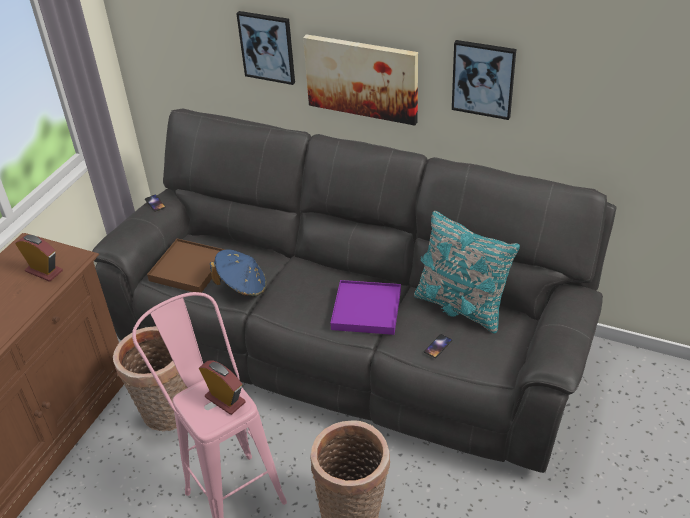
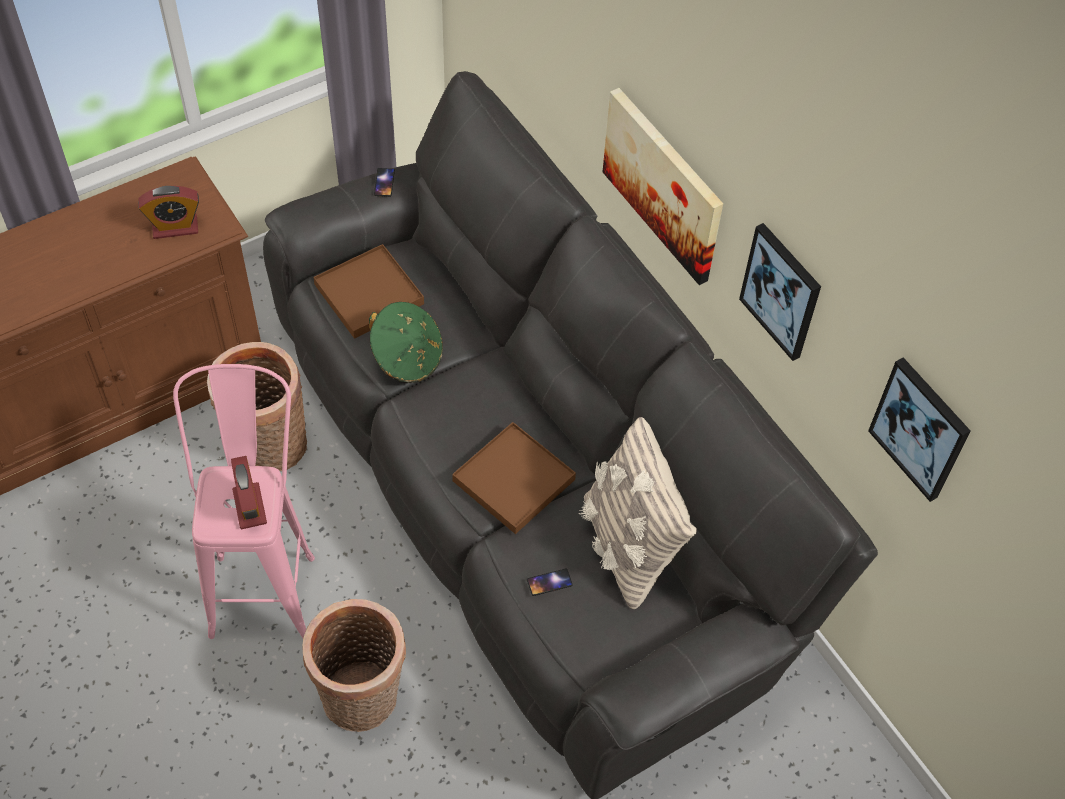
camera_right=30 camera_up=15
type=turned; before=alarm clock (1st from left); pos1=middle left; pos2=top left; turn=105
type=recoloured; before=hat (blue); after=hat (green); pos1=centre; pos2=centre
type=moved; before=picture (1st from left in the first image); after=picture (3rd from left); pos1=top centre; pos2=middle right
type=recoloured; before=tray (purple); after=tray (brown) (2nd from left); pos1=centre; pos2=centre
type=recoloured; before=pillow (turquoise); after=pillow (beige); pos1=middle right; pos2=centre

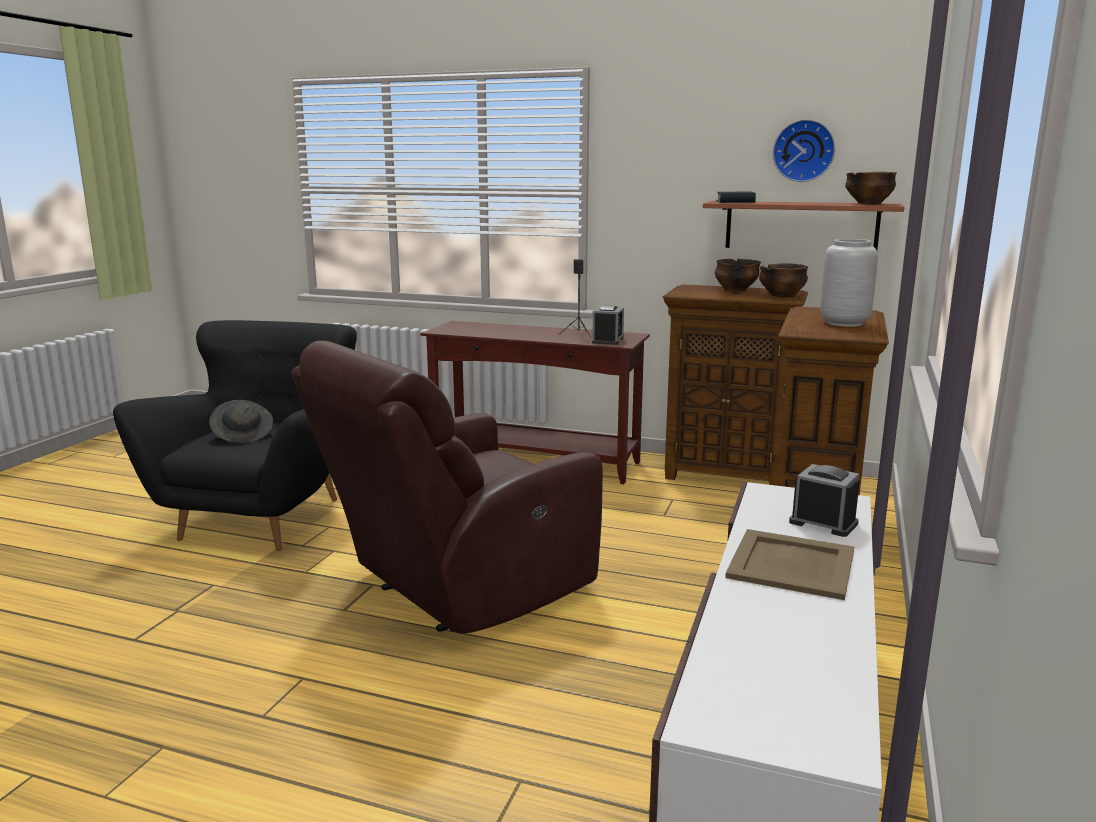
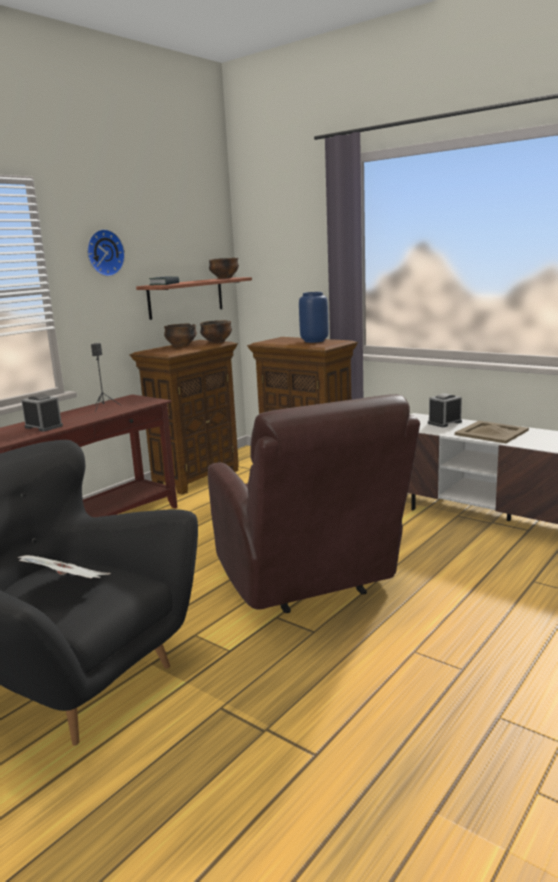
camera_right=-70 camera_up=0
type=replaced; before=hat (grey); after=newspaper; pos1=middle left; pos2=middle left
type=moved; before=alarm clock (1st from left); pos1=centre; pos2=middle left
type=moved; before=wall clock; pos1=top right; pos2=top left
type=recoloured; before=vase (grey); after=vase (blue); pos1=middle right; pos2=centre

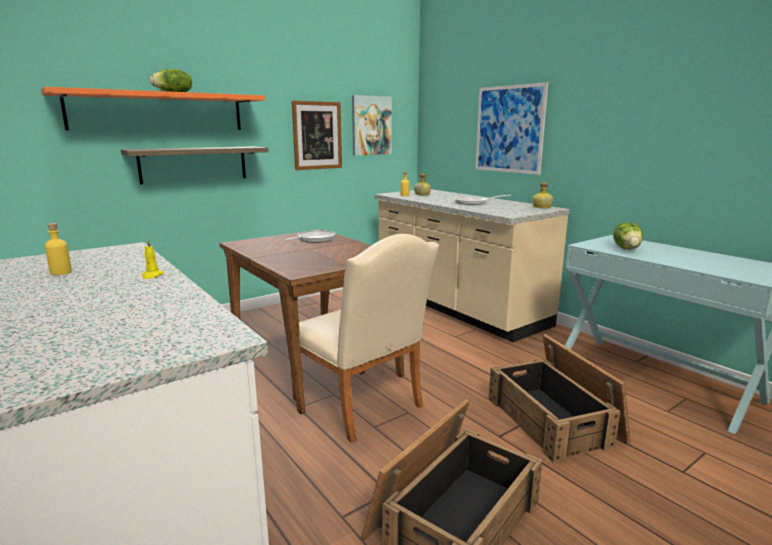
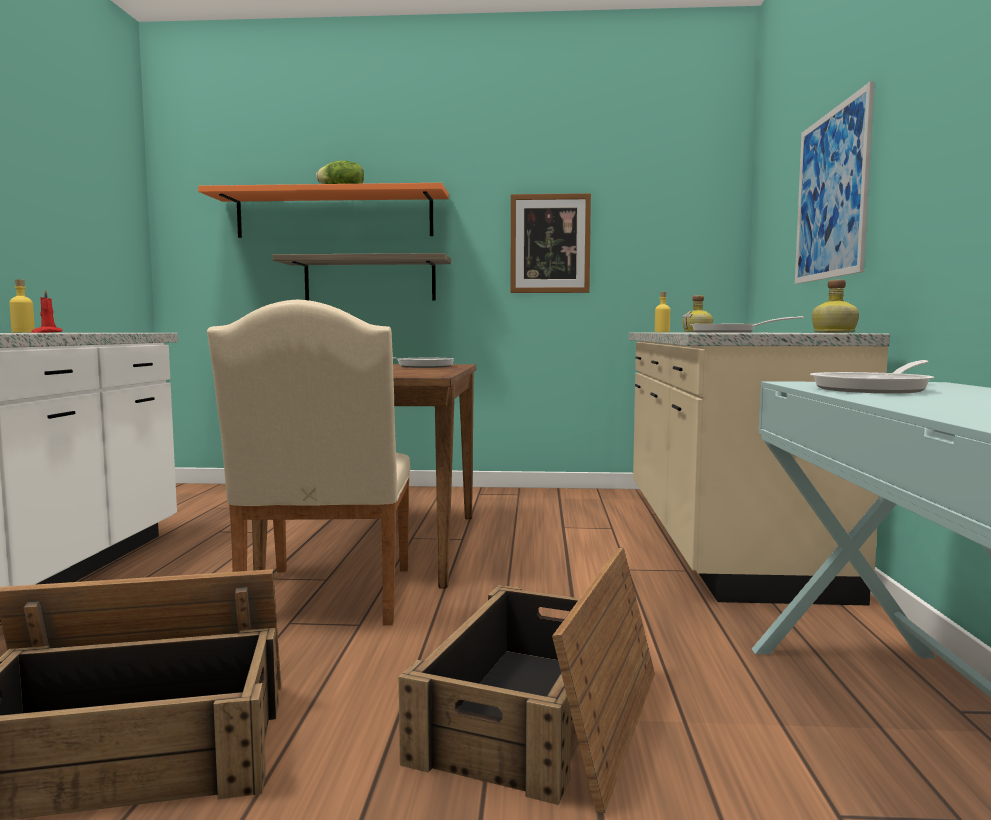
camera_right=40 camera_up=-10
type=recoloured; before=candle (yellow); after=candle (red); pos1=middle left; pos2=middle left
type=removed; before=picture (2nd from left); pos1=top centre
type=replaced; before=lettuce (2nd from left); after=frying pan (3rd from left); pos1=middle right; pos2=middle right

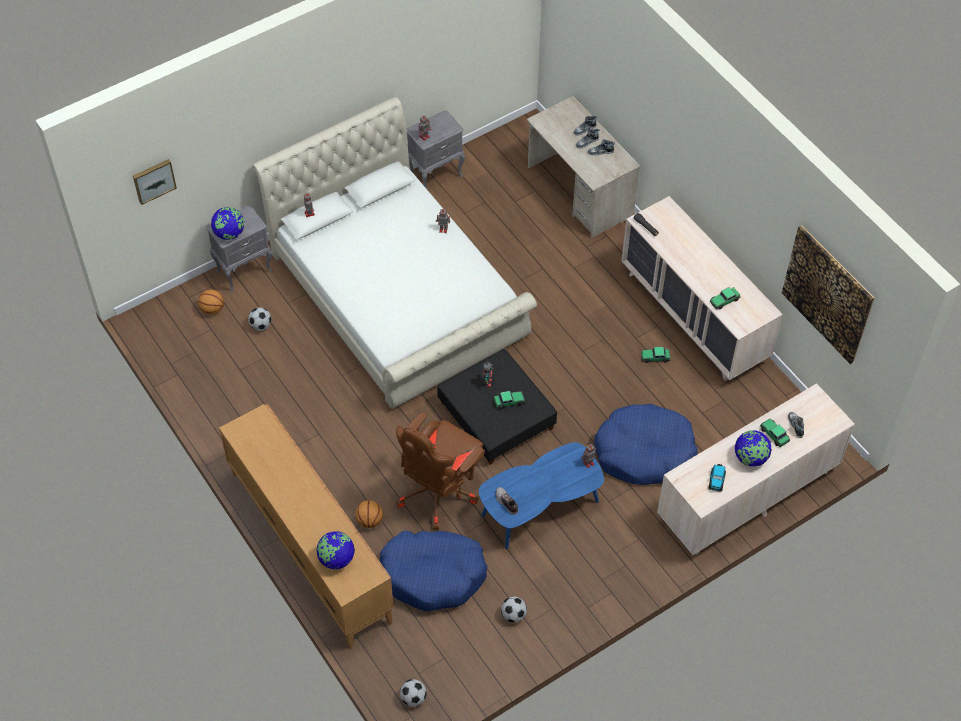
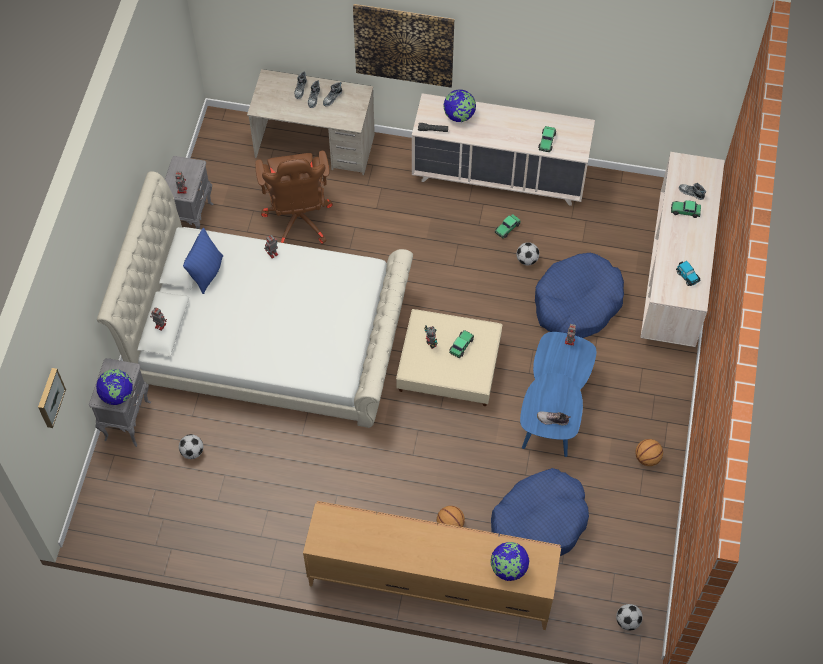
camera_right=-45 camera_up=5
type=moved; before=basketball (1st from left in the first image); after=basketball (2nd from left); pos1=middle left; pos2=bottom right
type=moved; before=office chair (brown); pos1=centre; pos2=top centre
type=recoloured; before=ottoman (black); after=ottoman (beige); pos1=centre; pos2=centre
type=moved; before=football (3rd from left in the first image); after=football (2nd from left); pos1=bottom centre; pos2=centre
type=moved; before=globe (3rd from left in the first image); after=globe (2nd from left); pos1=middle right; pos2=top centre
type=moved; before=picture (2nd from left); pos1=middle right; pos2=top centre
type=added; after=pillow (blue); pos2=middle left

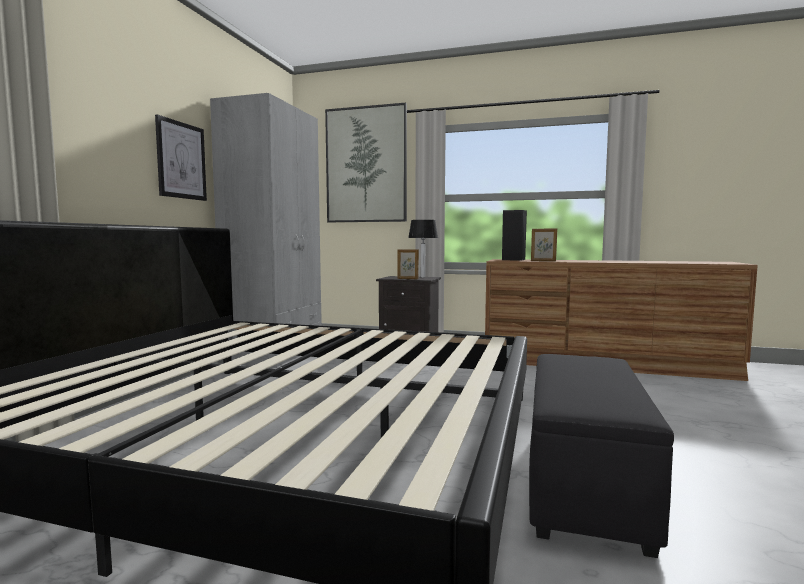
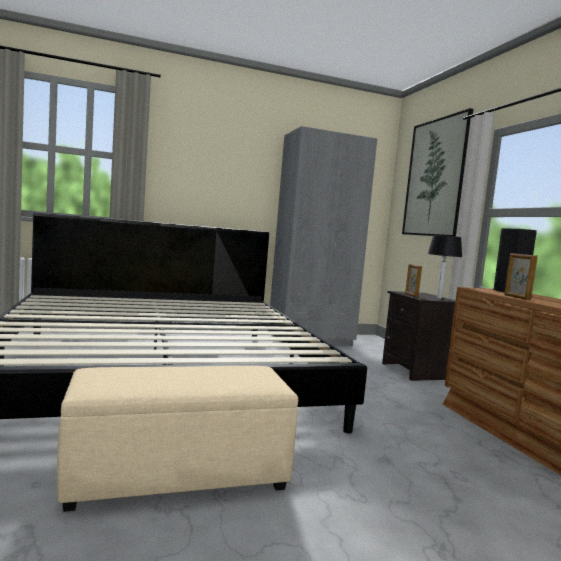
camera_right=55 camera_up=0
type=removed; before=picture (1st from left); pos1=top left
type=recoloured; before=ottoman (black); after=ottoman (beige); pos1=bottom right; pos2=bottom left

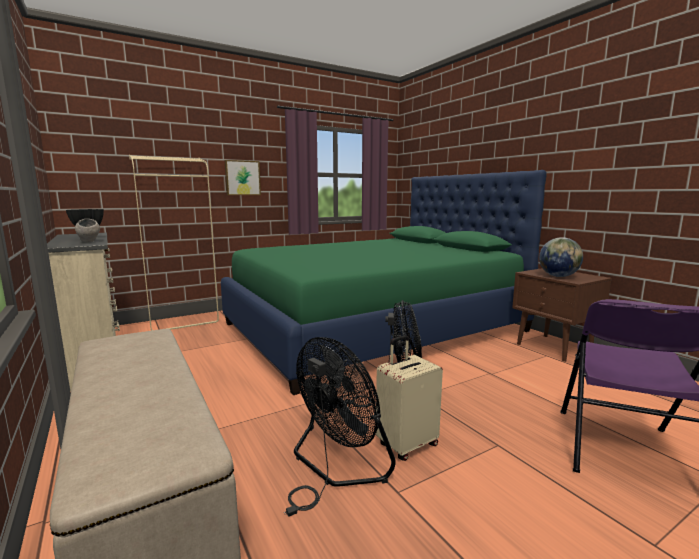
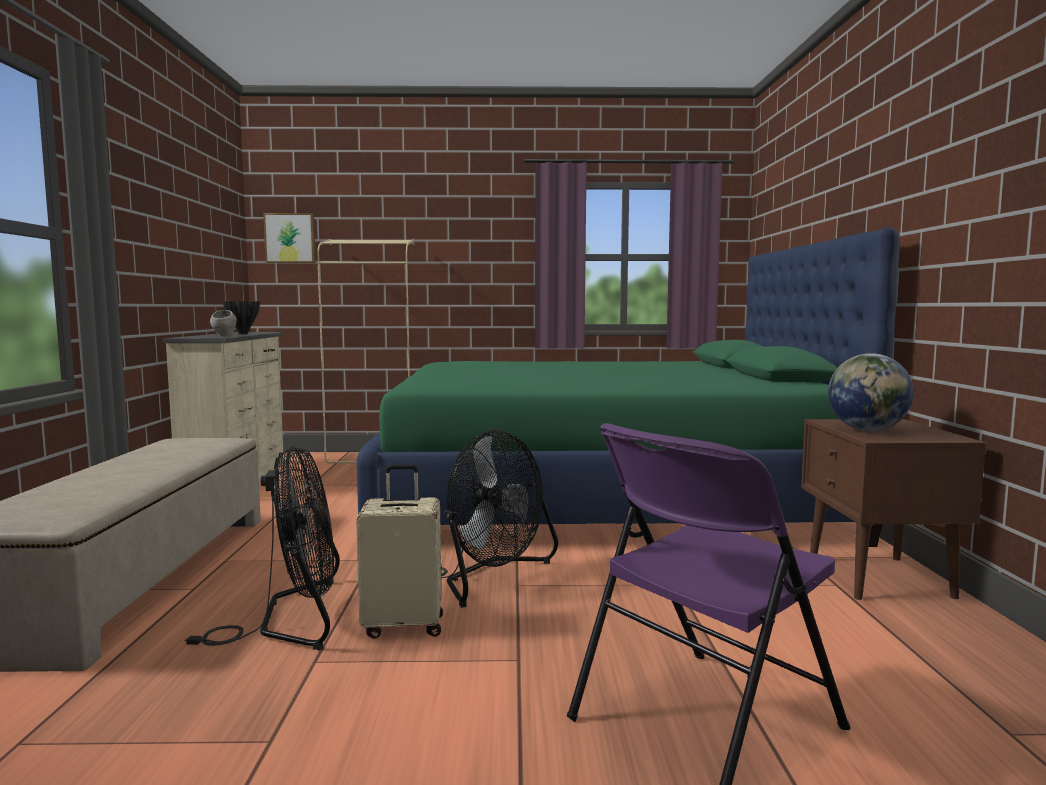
camera_right=30 camera_up=-5
type=moved; before=picture; pos1=top centre; pos2=top left

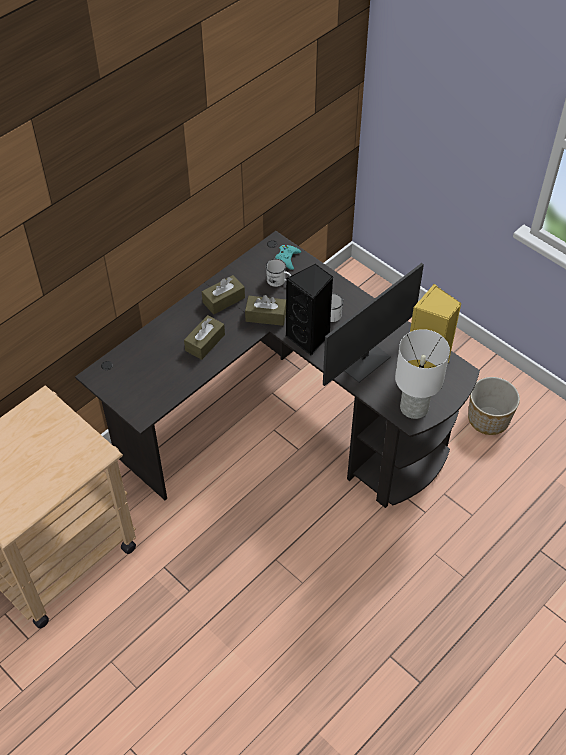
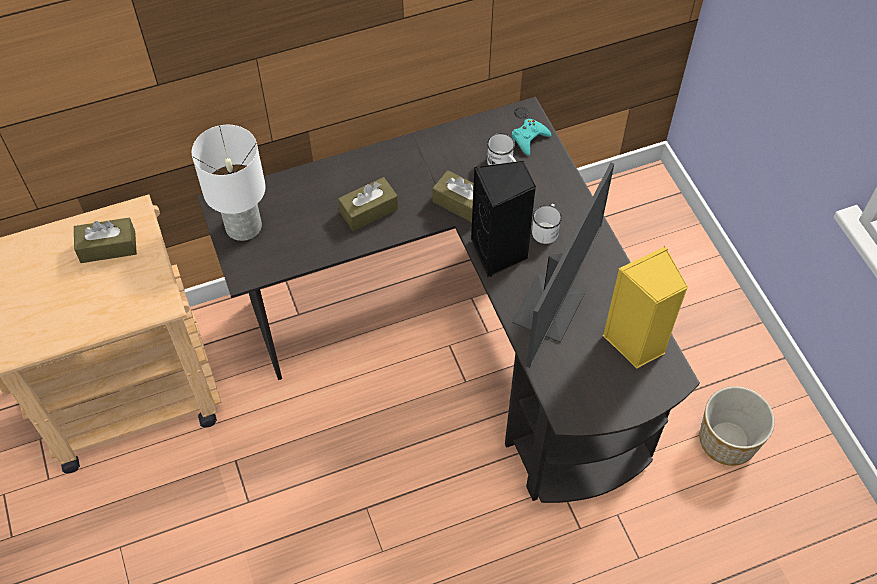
camera_right=25 camera_up=5
type=moved; before=tissue box (brown) (2nd from left in the first image); after=tissue box (brown) (1st from left); pos1=centre; pos2=middle left
type=turned; before=monitor; pos1=centre; pos2=centre; turn=-45
type=moved; before=table lamp (white); pos1=middle right; pos2=top left

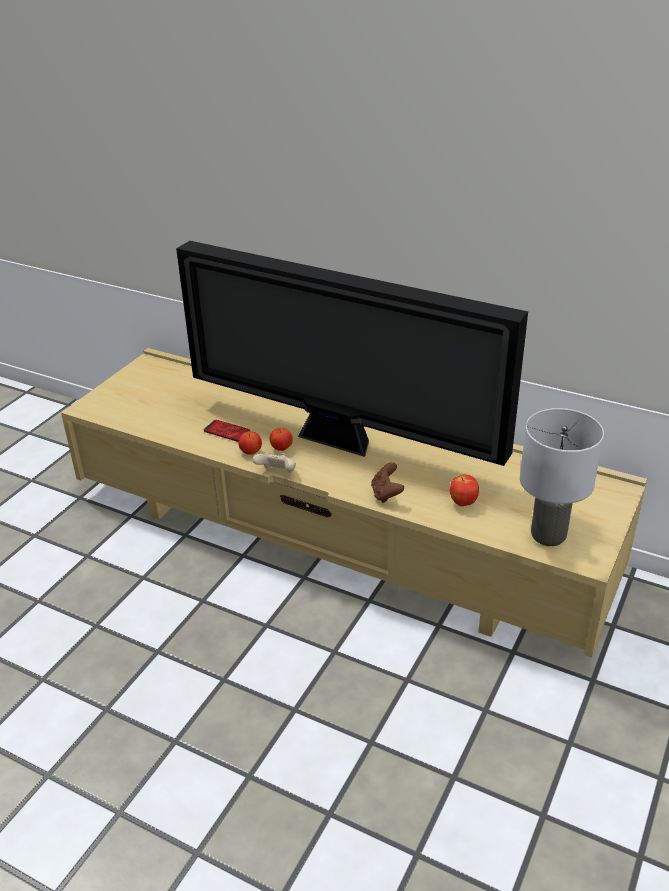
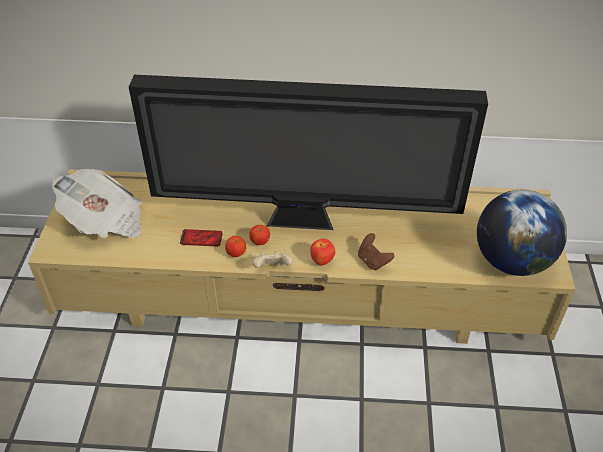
camera_right=-25 camera_up=10
type=moved; before=apple (3rd from left); pos1=middle right; pos2=centre
type=replaced; before=table lamp (white); after=globe; pos1=middle right; pos2=middle right
type=added; after=newspaper; pos2=middle left

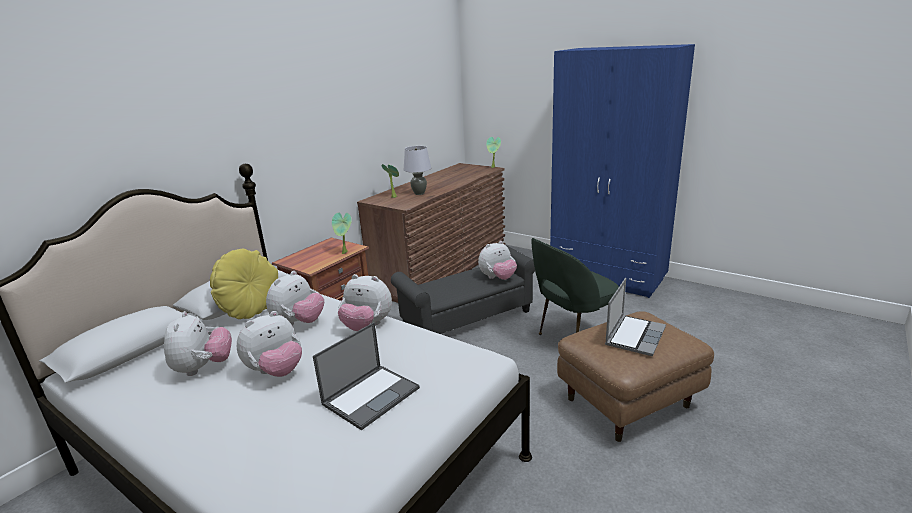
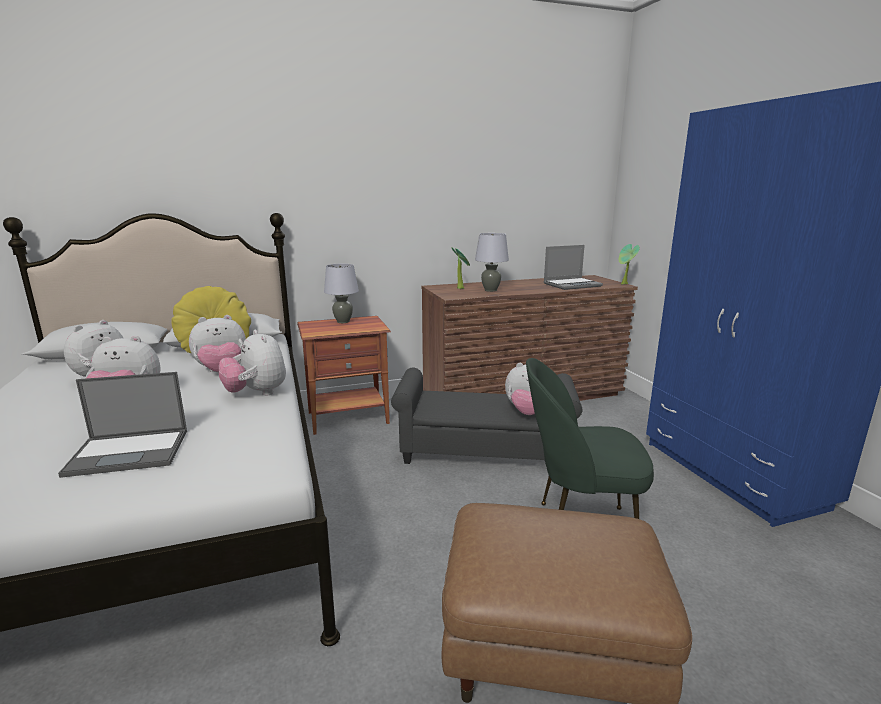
camera_right=35 camera_up=-5
type=removed; before=potted plant (1st from left); pos1=centre
type=moved; before=laptop (2nd from left); pos1=middle right; pos2=centre
type=added; after=table lamp (grey) (1st from left); pos2=centre

